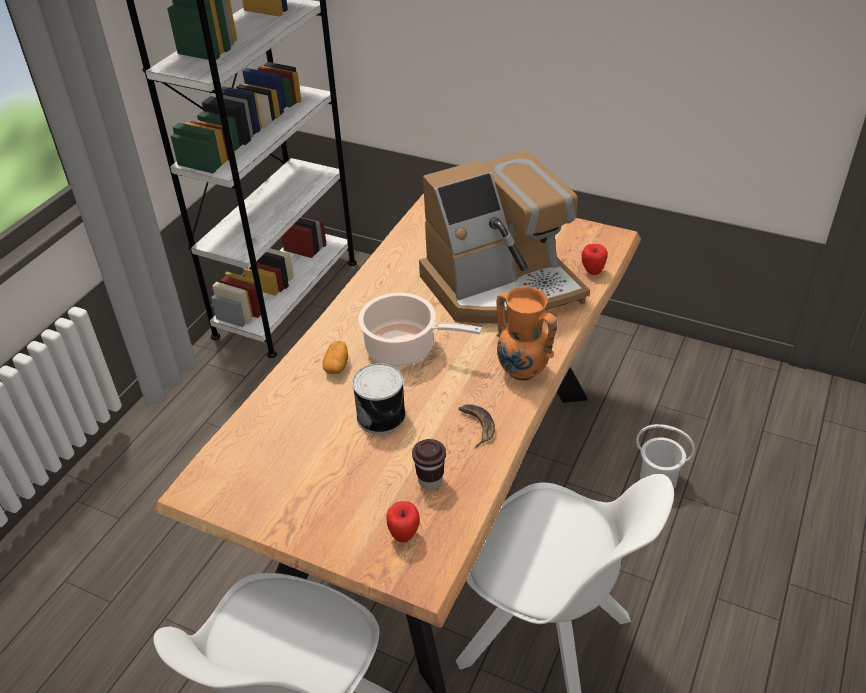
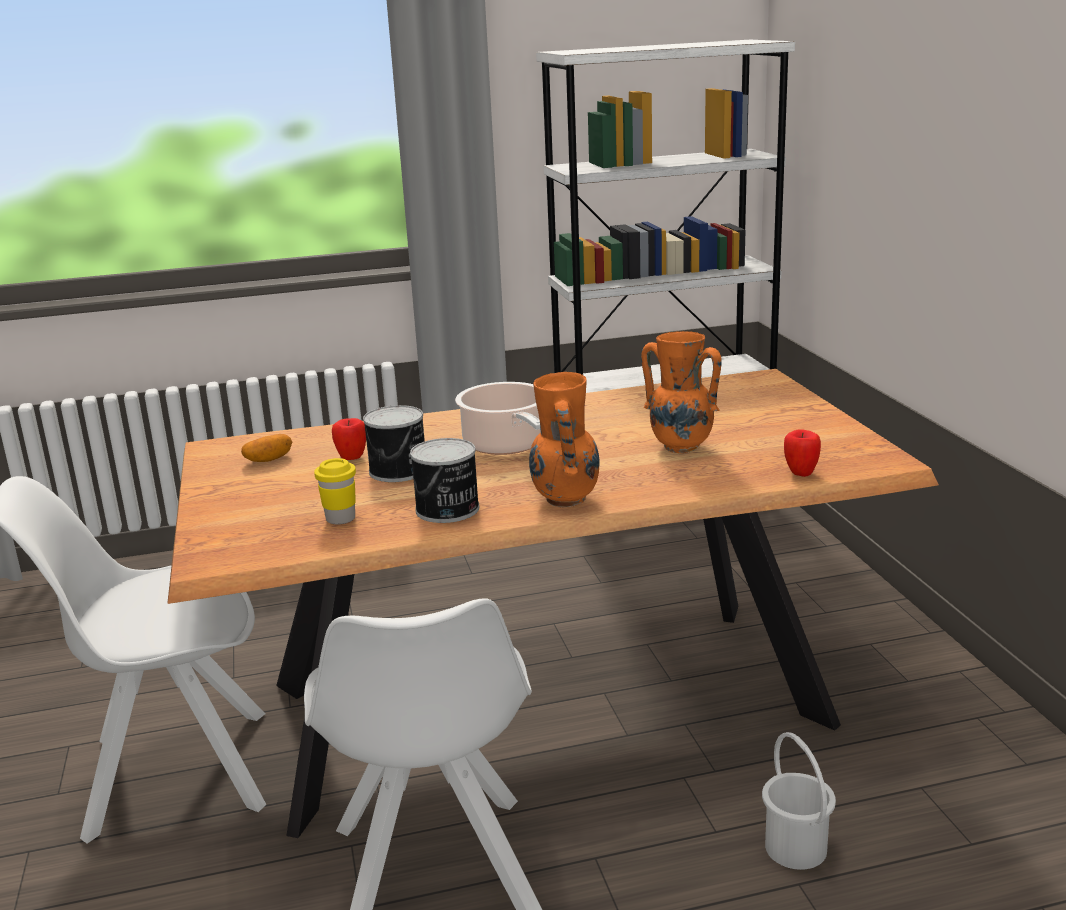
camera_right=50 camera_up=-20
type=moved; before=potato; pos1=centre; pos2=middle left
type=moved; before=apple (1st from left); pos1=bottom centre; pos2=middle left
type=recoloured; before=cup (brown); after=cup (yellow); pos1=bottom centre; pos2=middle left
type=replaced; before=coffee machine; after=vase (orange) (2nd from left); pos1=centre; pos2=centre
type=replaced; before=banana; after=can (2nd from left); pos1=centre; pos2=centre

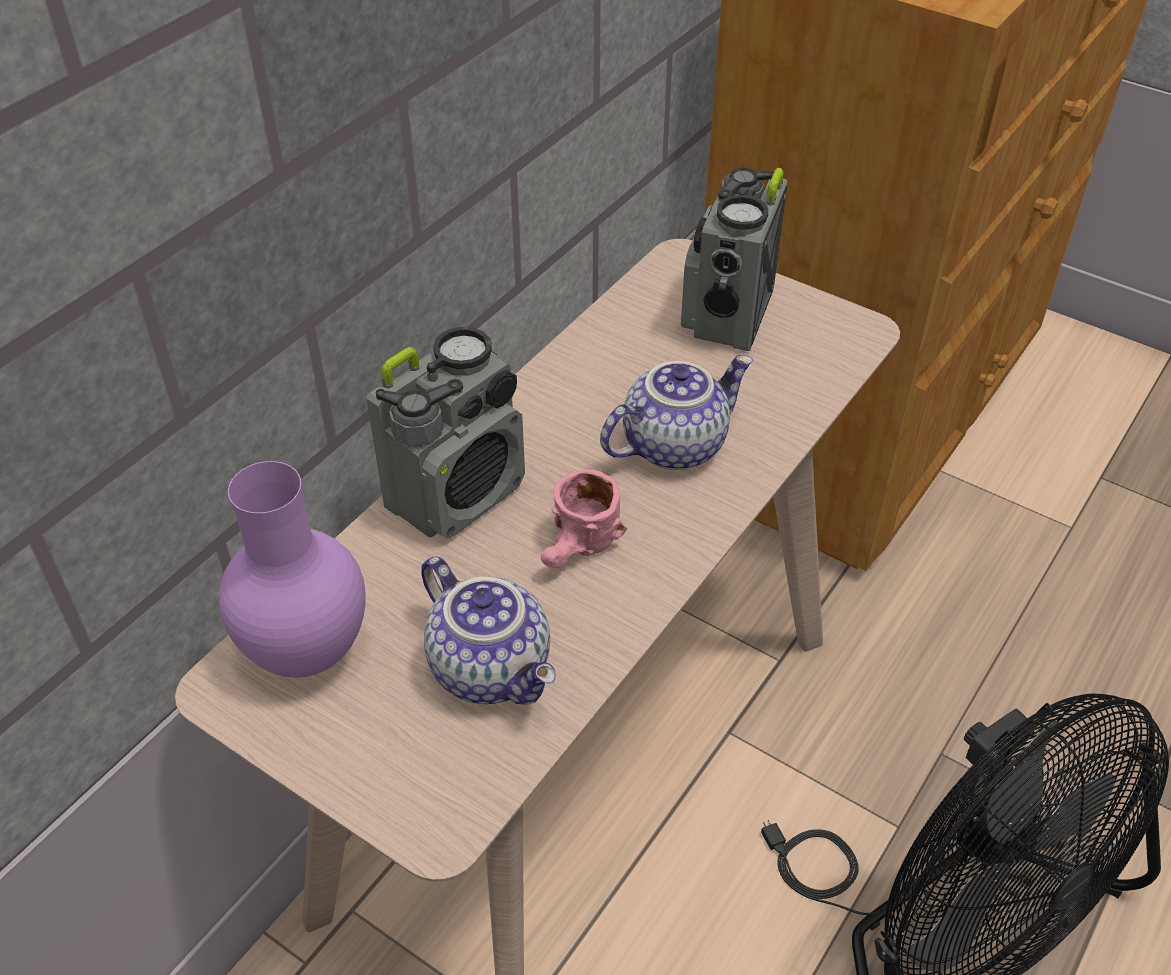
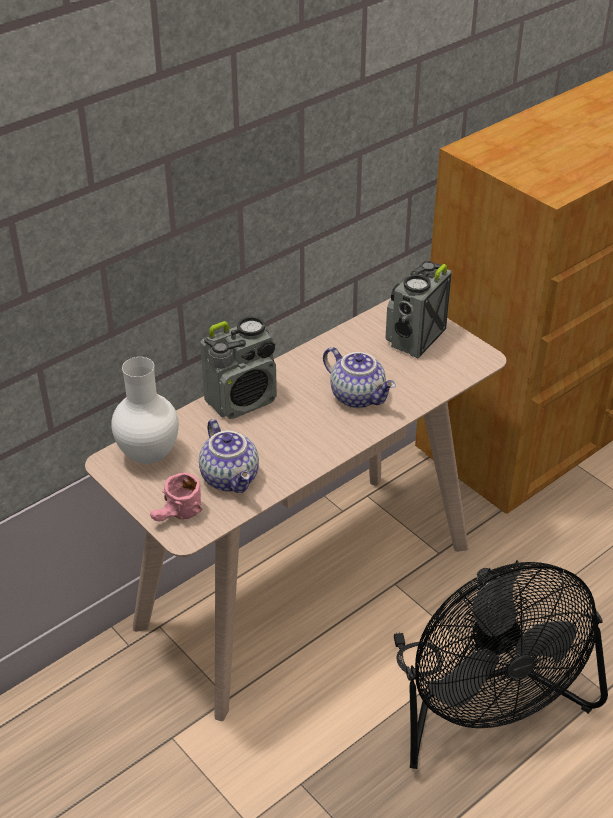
camera_right=15 camera_up=-5
type=recoloured; before=vase (purple); after=vase (white); pos1=middle left; pos2=middle left
type=moved; before=mug (pink); pos1=centre; pos2=middle left
type=turned; before=teapot (2nd from left); pos1=centre; pos2=centre; turn=60

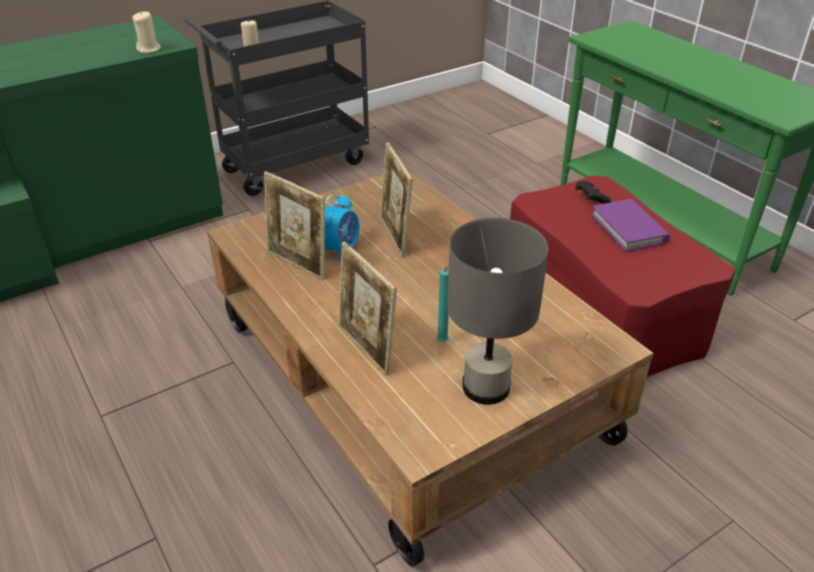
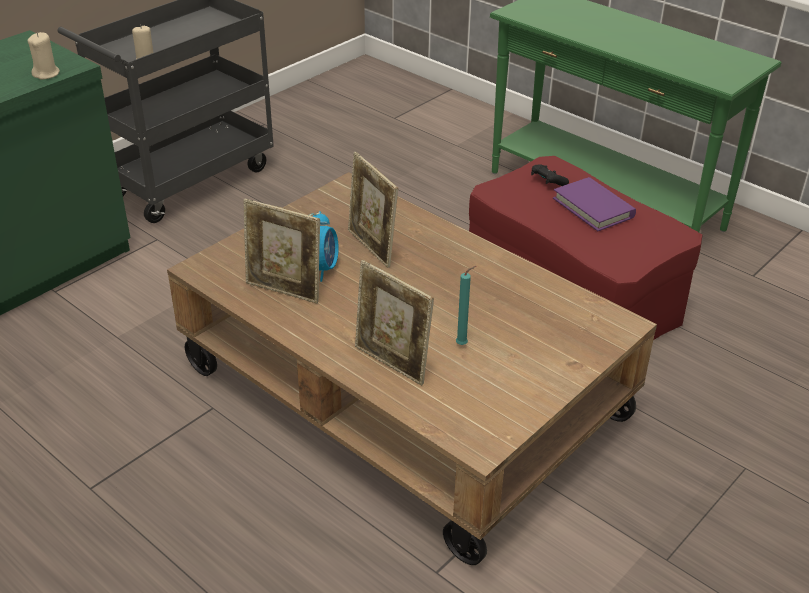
camera_right=-15 camera_up=0
type=removed; before=table lamp (grey); pos1=centre

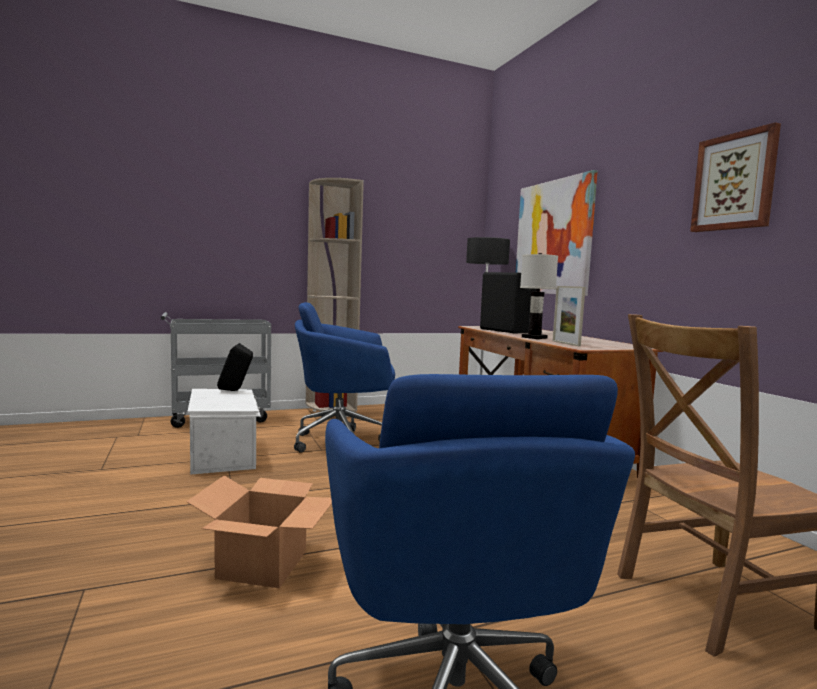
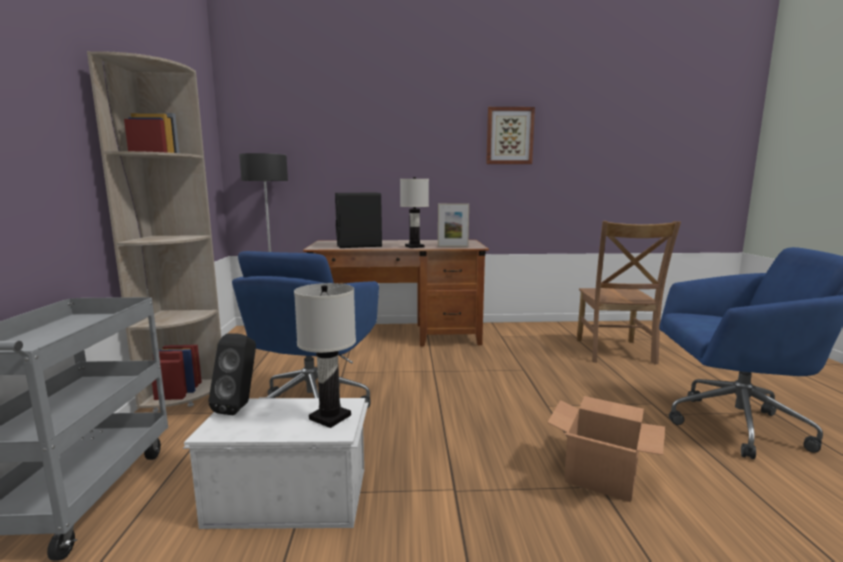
camera_right=-70 camera_up=5
type=removed; before=picture (1st from left); pos1=middle right
type=added; after=table lamp (white) (1st from left); pos2=centre

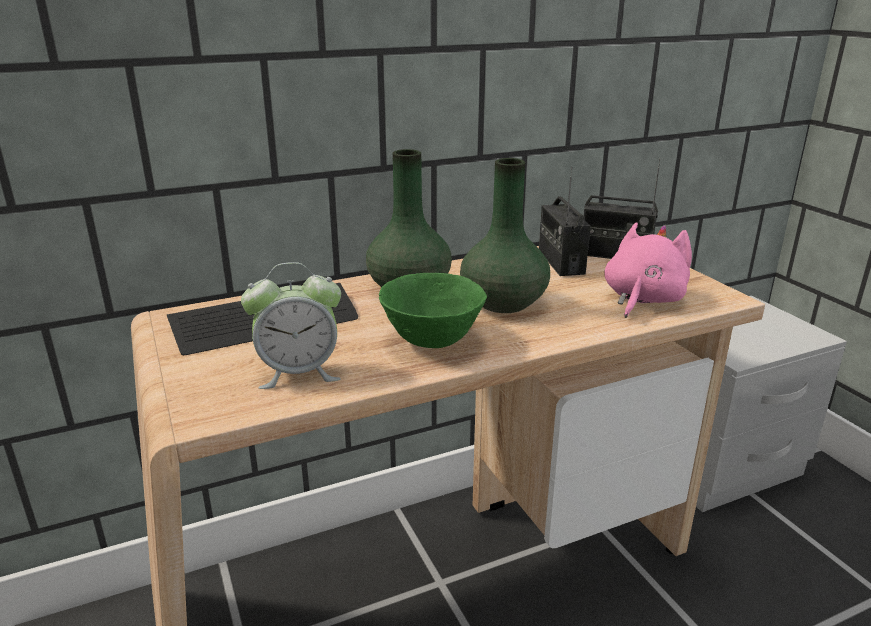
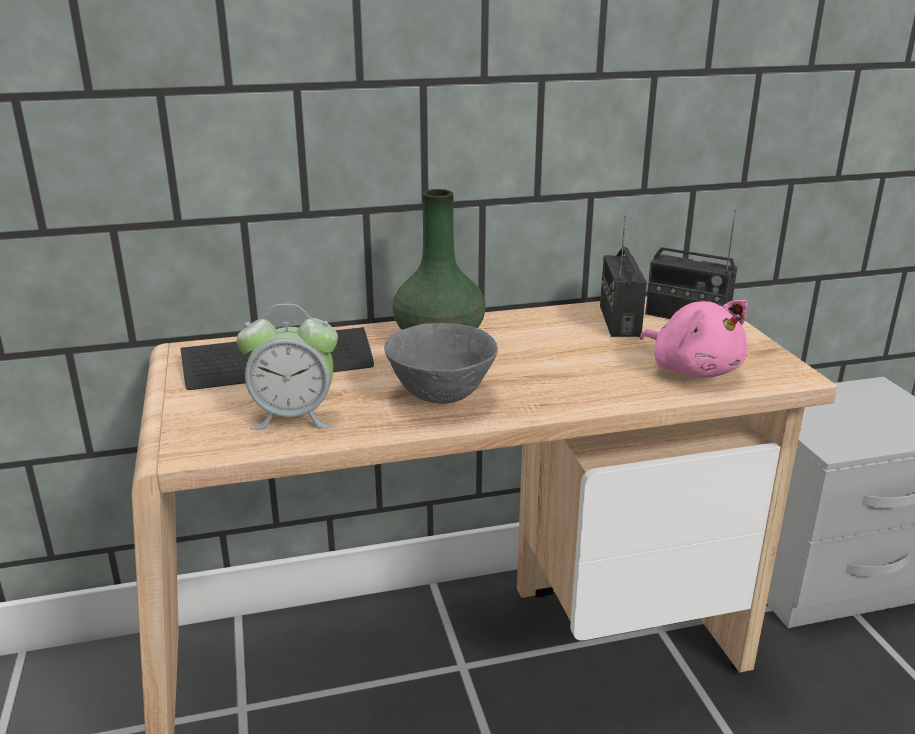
camera_right=10 camera_up=0
type=recoloured; before=bowl (green); after=bowl (grey); pos1=centre; pos2=centre
type=removed; before=vase (green) (2nd from left); pos1=centre
type=turned; before=plush toy (pink); pos1=middle right; pos2=middle right; turn=105

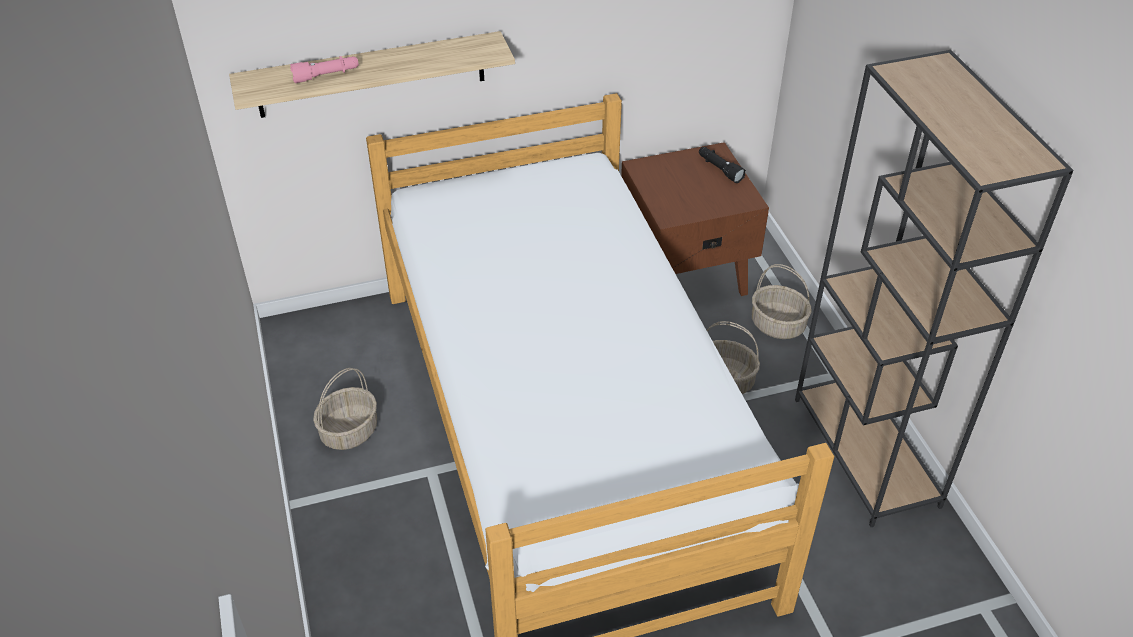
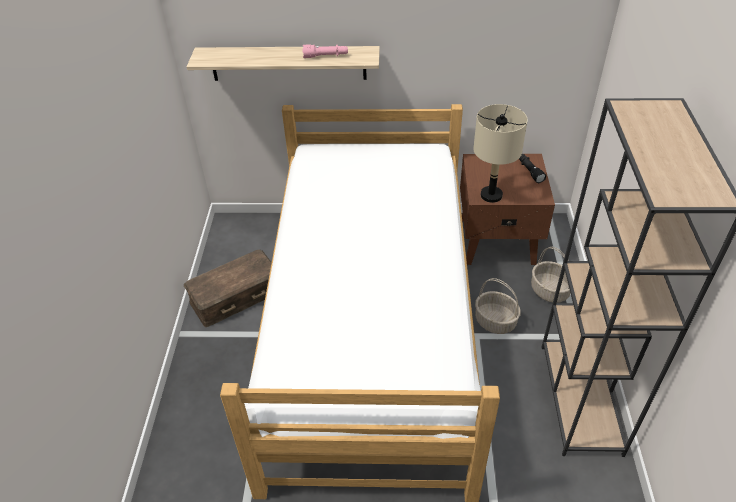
camera_right=20 camera_up=0
type=moved; before=flashlight (pink); pos1=top left; pos2=top centre
type=replaced; before=basket (1st from left); after=storage box (brown); pos1=middle left; pos2=middle left
type=added; after=table lamp (beige); pos2=top right

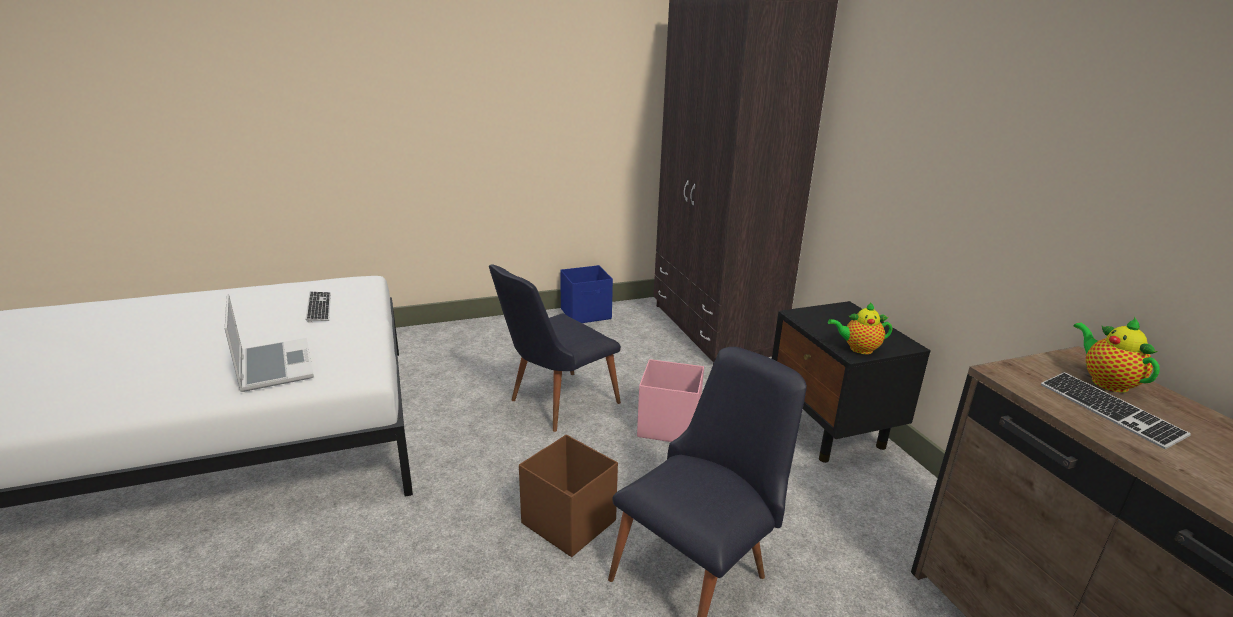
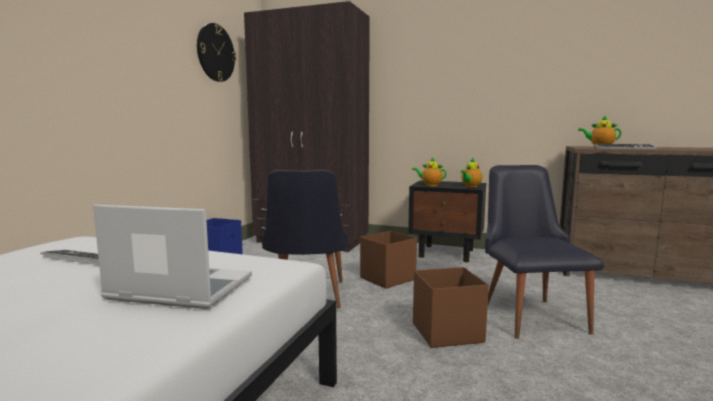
camera_right=-50 camera_up=-15
type=recoloured; before=storage box (pink); after=storage box (brown) (1st from left); pos1=centre; pos2=centre
type=added; after=wall clock; pos2=top left
type=added; after=teapot (1st from left); pos2=centre

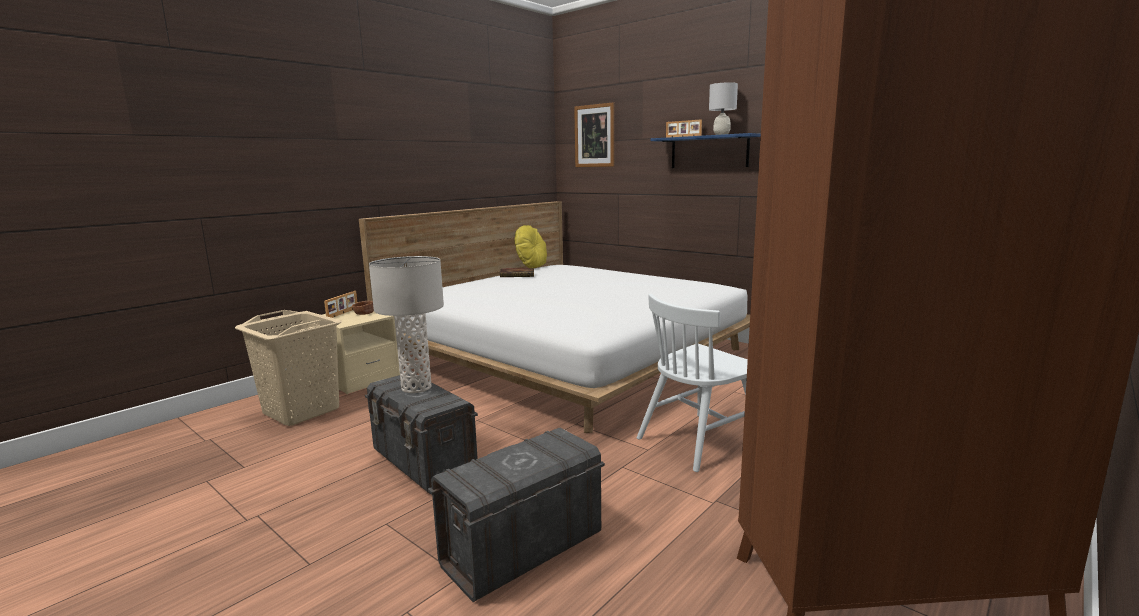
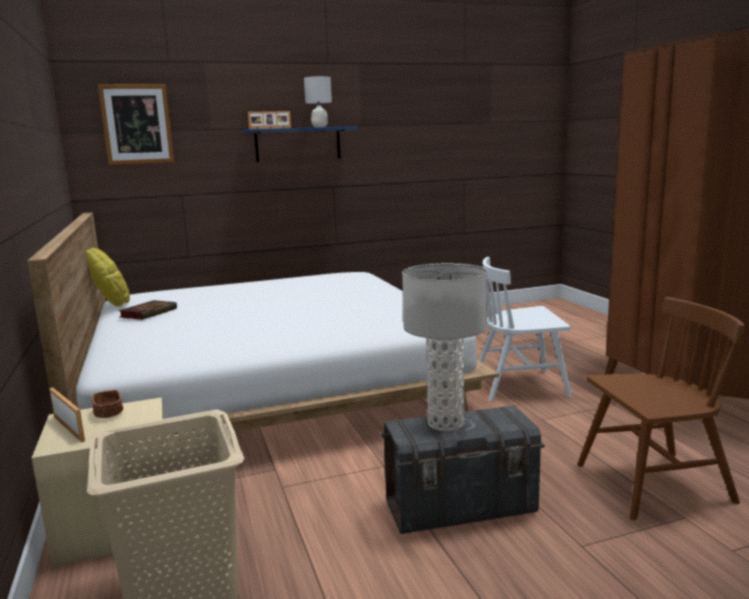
camera_right=-60 camera_up=0
type=replaced; before=storage box (grey) (2nd from left); after=chair (brown); pos1=bottom centre; pos2=bottom right
type=turned; before=chair (white); pos1=centre; pos2=middle right; turn=90

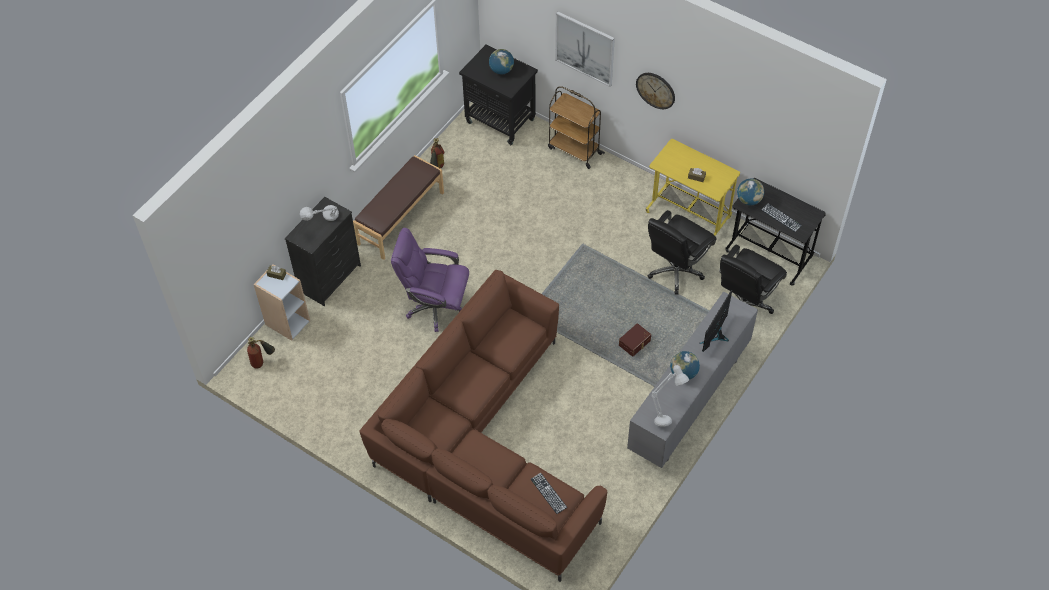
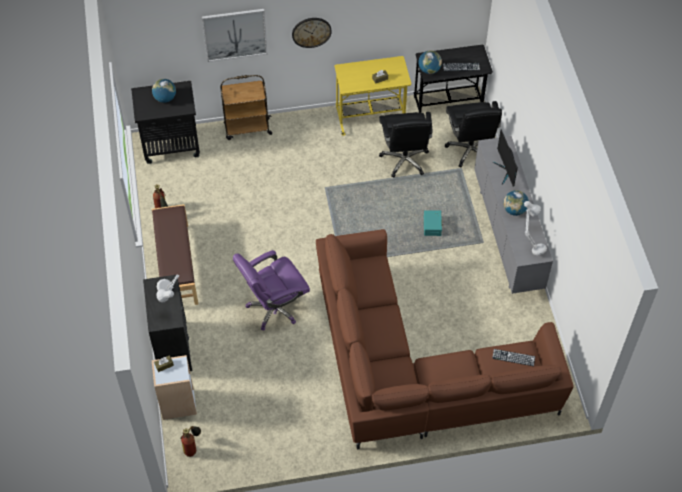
camera_right=-45 camera_up=0
type=recoloured; before=storage box (brown); after=storage box (turquoise); pos1=centre; pos2=centre

